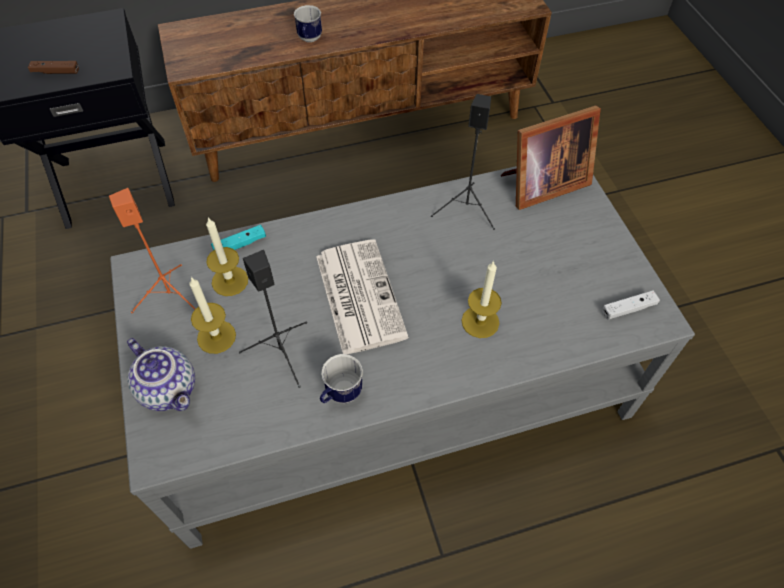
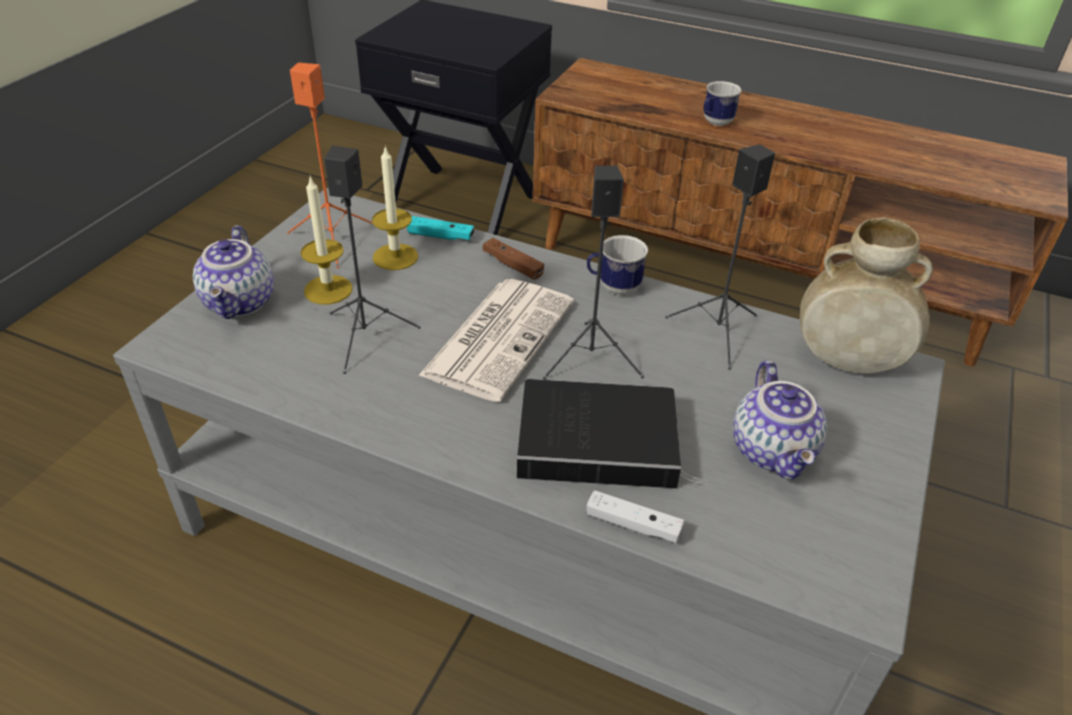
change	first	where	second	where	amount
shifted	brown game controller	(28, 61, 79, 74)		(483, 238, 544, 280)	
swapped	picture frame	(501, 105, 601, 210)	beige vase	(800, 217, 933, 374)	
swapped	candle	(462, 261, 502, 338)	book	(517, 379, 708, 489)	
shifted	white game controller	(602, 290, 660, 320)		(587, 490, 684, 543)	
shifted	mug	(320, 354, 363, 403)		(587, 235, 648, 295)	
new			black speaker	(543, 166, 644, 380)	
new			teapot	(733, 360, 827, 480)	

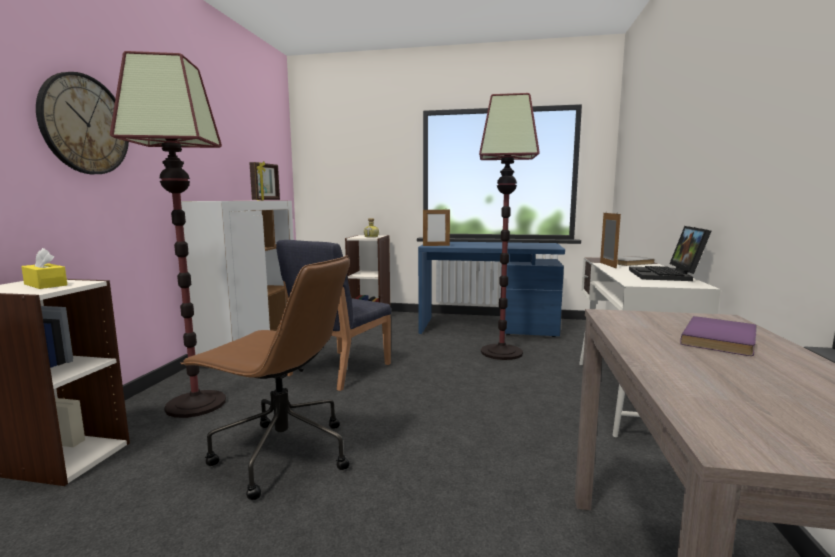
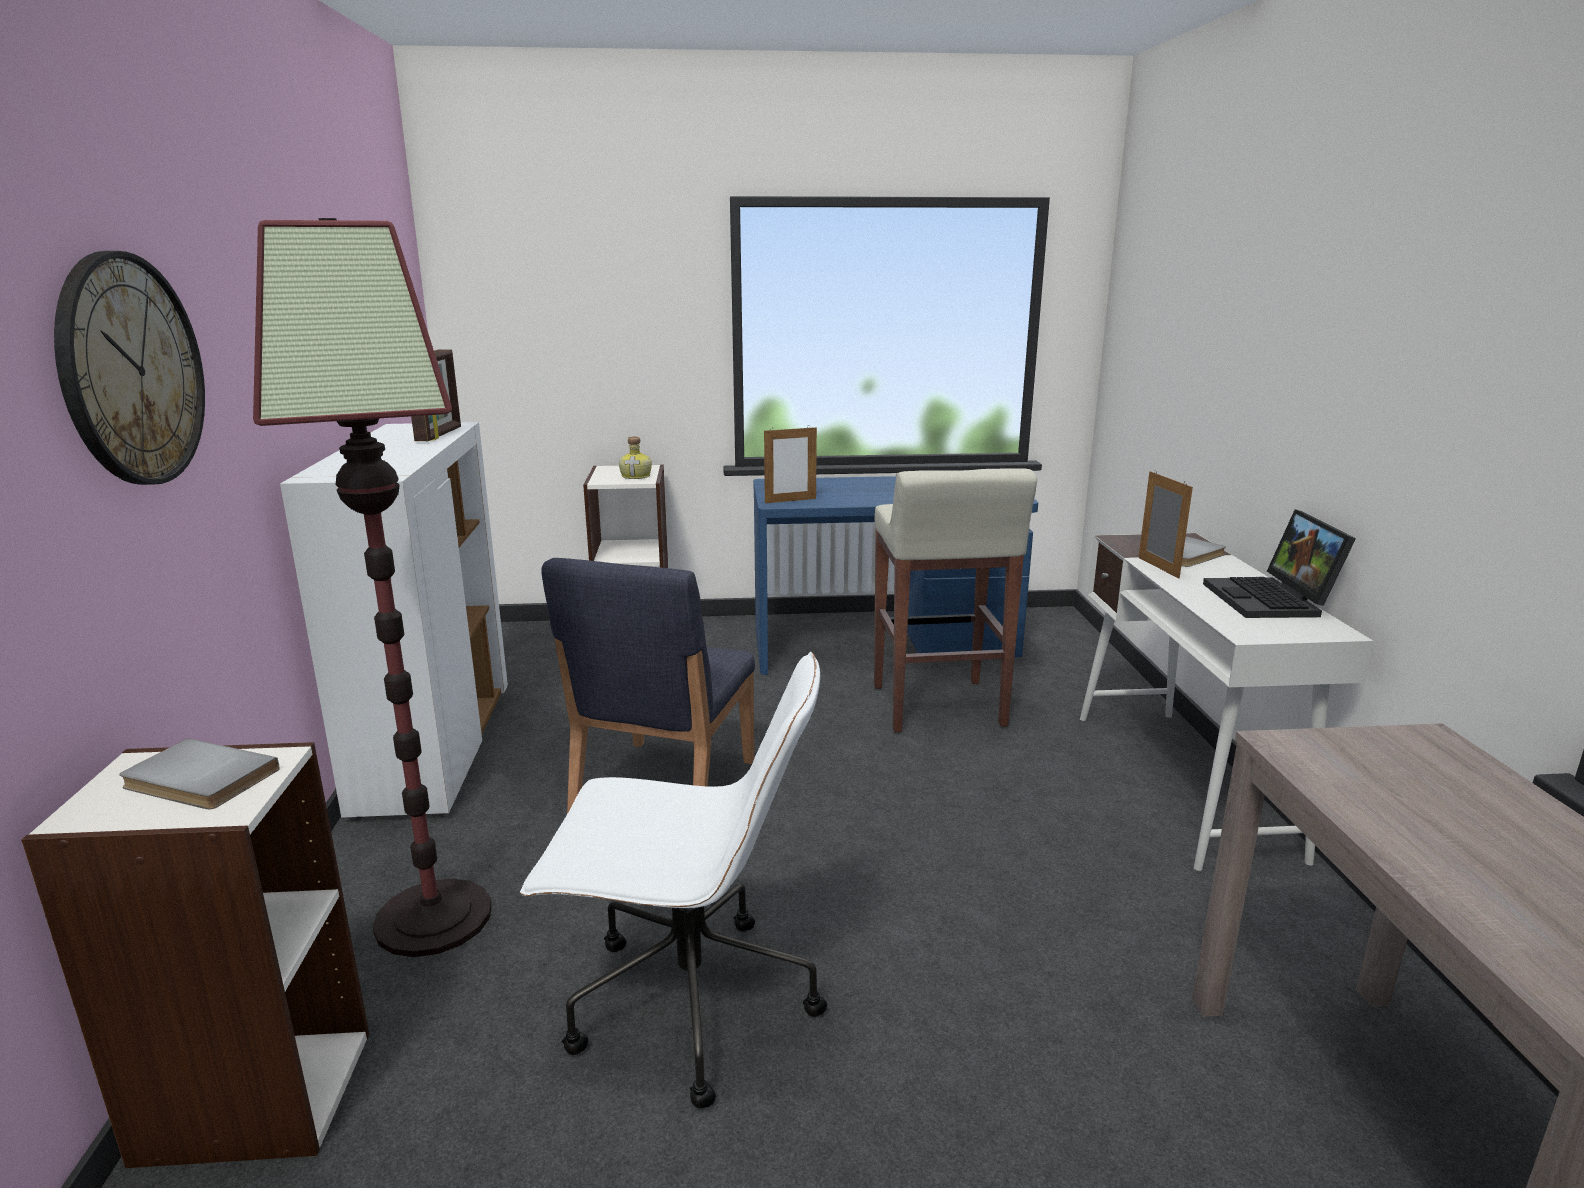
change	first	where	second	where	amount
swapped	floor lamp	(479, 93, 540, 360)	beige stool	(874, 468, 1037, 732)	
swapped	yellow tissue box	(21, 248, 67, 289)	grey book	(119, 738, 280, 809)	
repainted	brown office chair	(181, 255, 350, 500)	white office chair	(520, 652, 827, 1108)	
gone	purple book	(680, 316, 757, 356)			

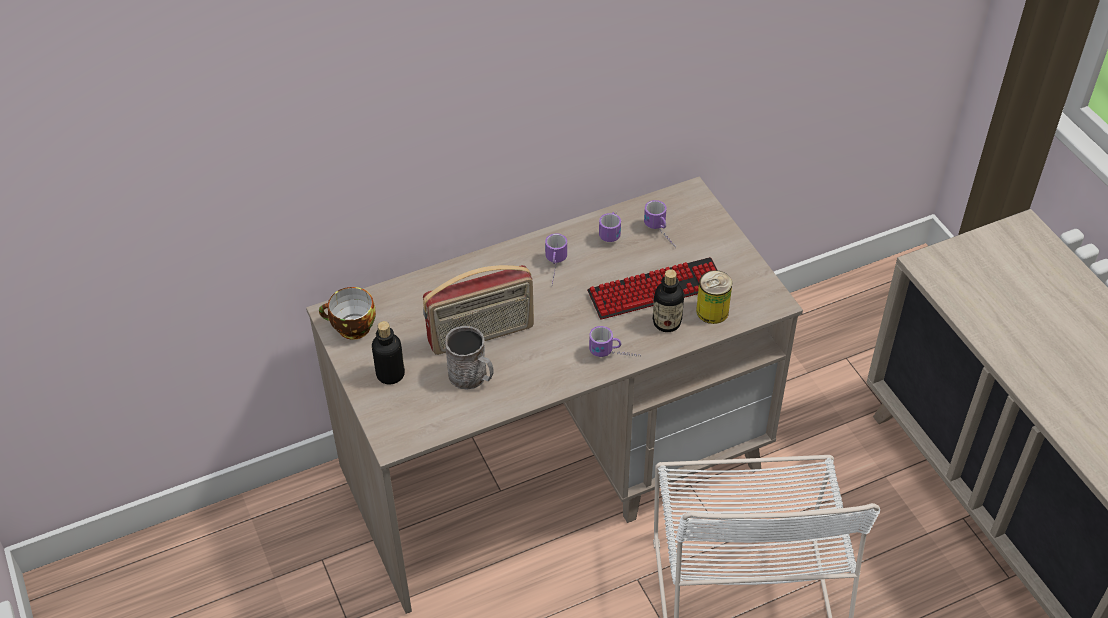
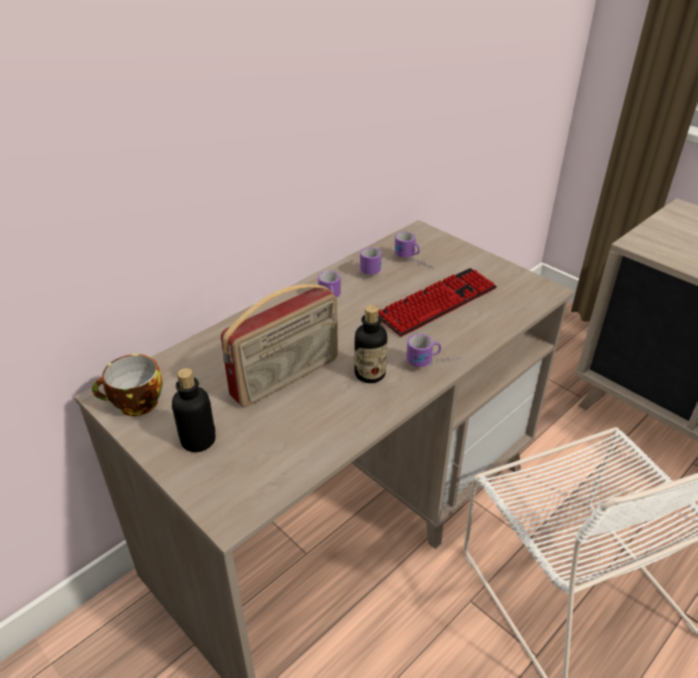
change	first	where	second	where	amount
shifted	bottle	(653, 269, 684, 332)		(354, 305, 387, 383)	
gone	can	(696, 270, 732, 324)			
gone	grey mug	(445, 326, 494, 390)			

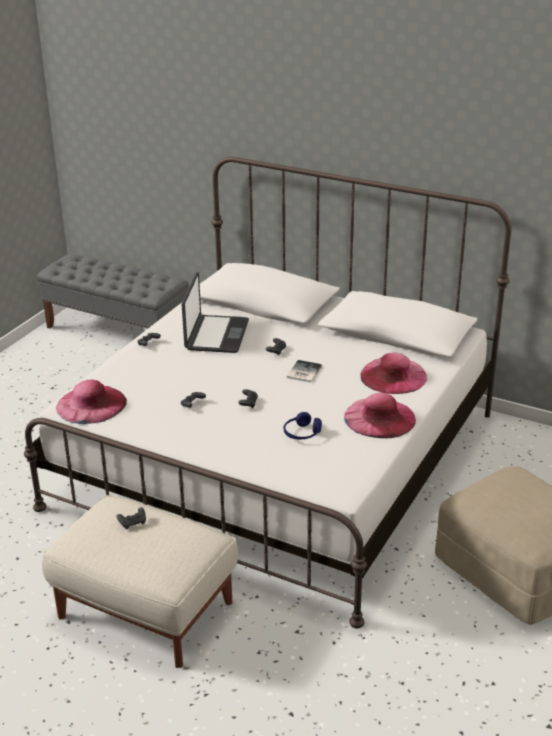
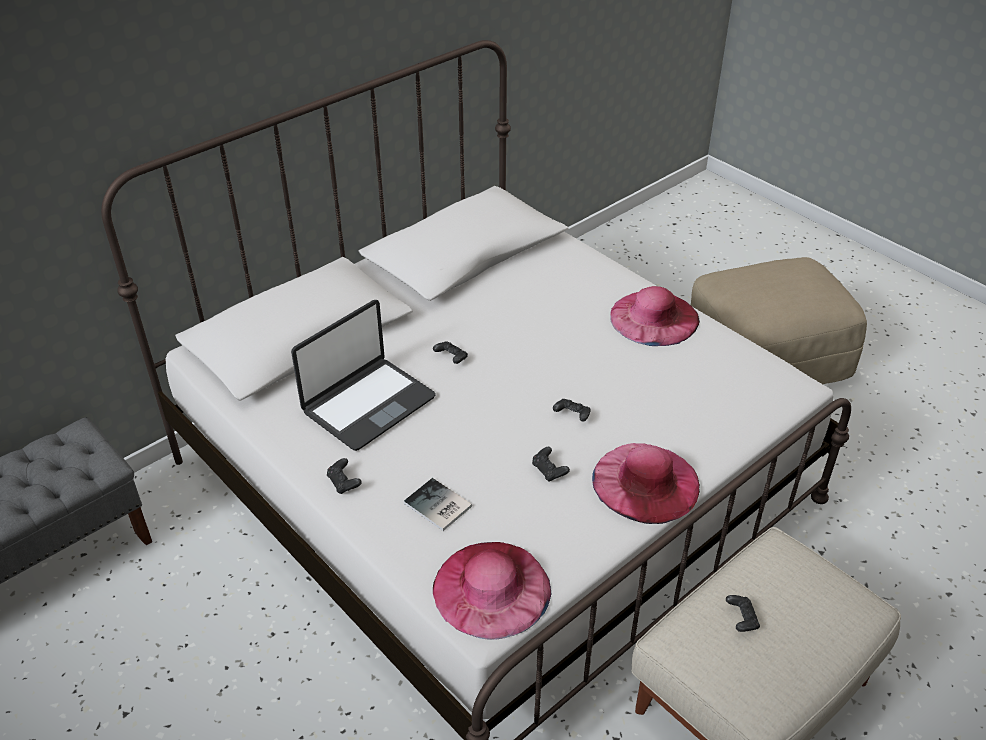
change	first	where	second	where	amount
rotated	laptop	(182, 272, 249, 353)		(291, 300, 436, 451)	105 degrees clockwise
shifted	pink hat	(361, 352, 427, 394)		(592, 443, 700, 524)	
shifted	book	(287, 360, 322, 383)		(404, 478, 472, 531)	
gone	blue headphones	(284, 412, 322, 439)			

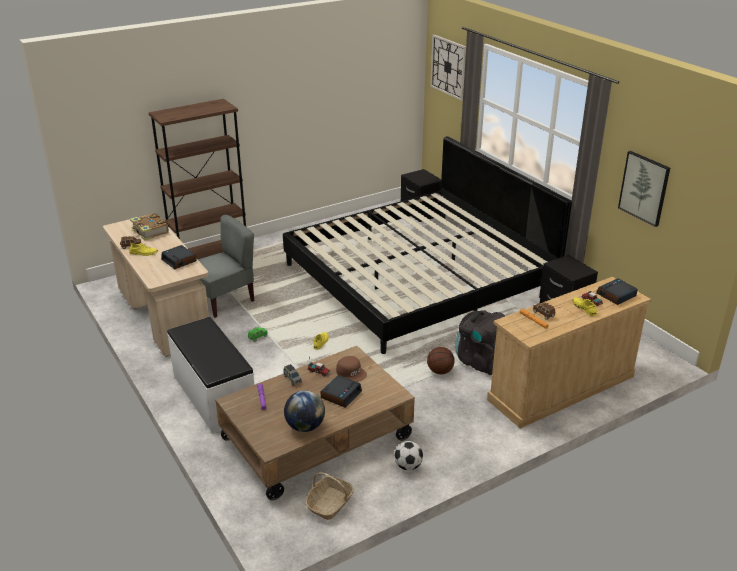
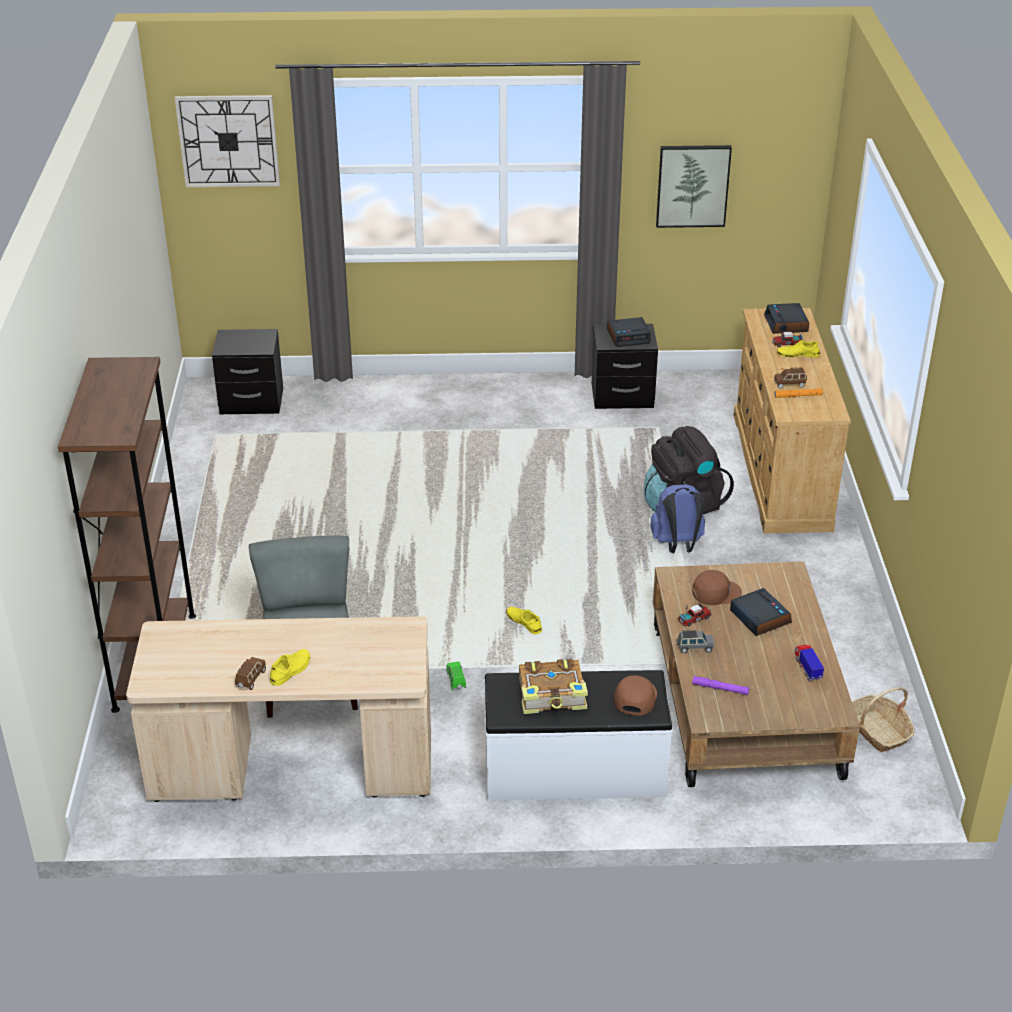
change	first	where	second	where	amount
gone	bed	(283, 136, 572, 354)			
shifted	book	(130, 213, 169, 241)		(519, 658, 588, 714)	
shifted	alarm clock	(161, 245, 197, 269)		(607, 317, 651, 347)	
swapped	basketball	(427, 347, 455, 374)	blue backpack	(650, 484, 705, 553)	
swapped	globe	(284, 390, 325, 432)	toy truck	(795, 644, 824, 681)	
gone	football	(394, 441, 423, 471)			
new			brown cap	(614, 675, 657, 716)	

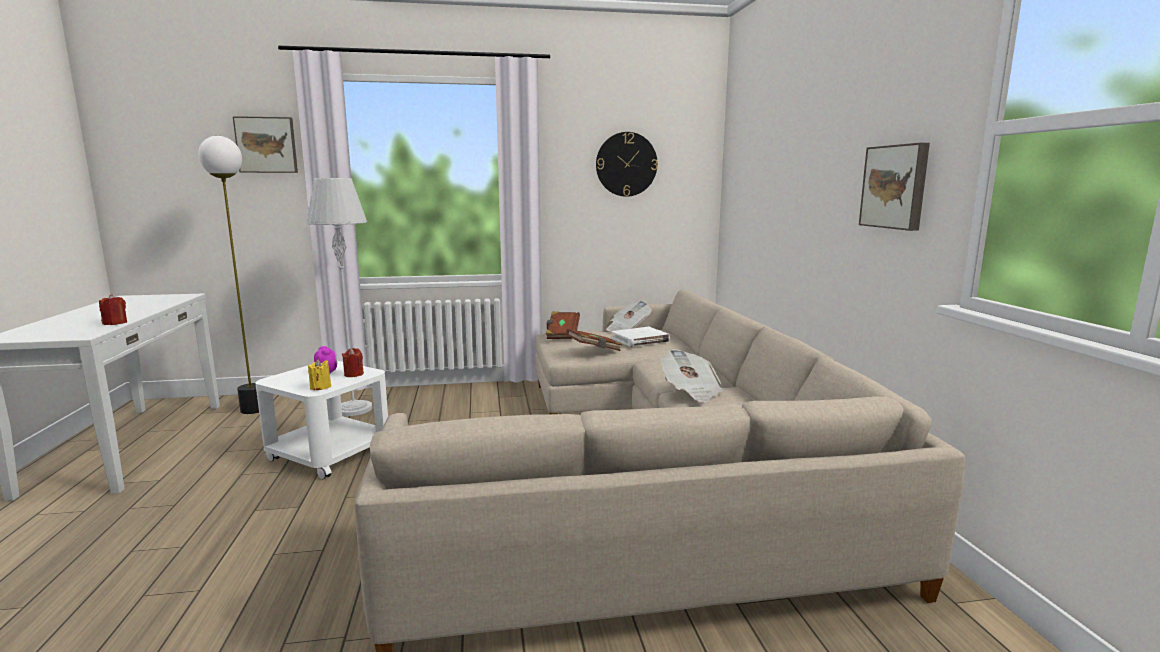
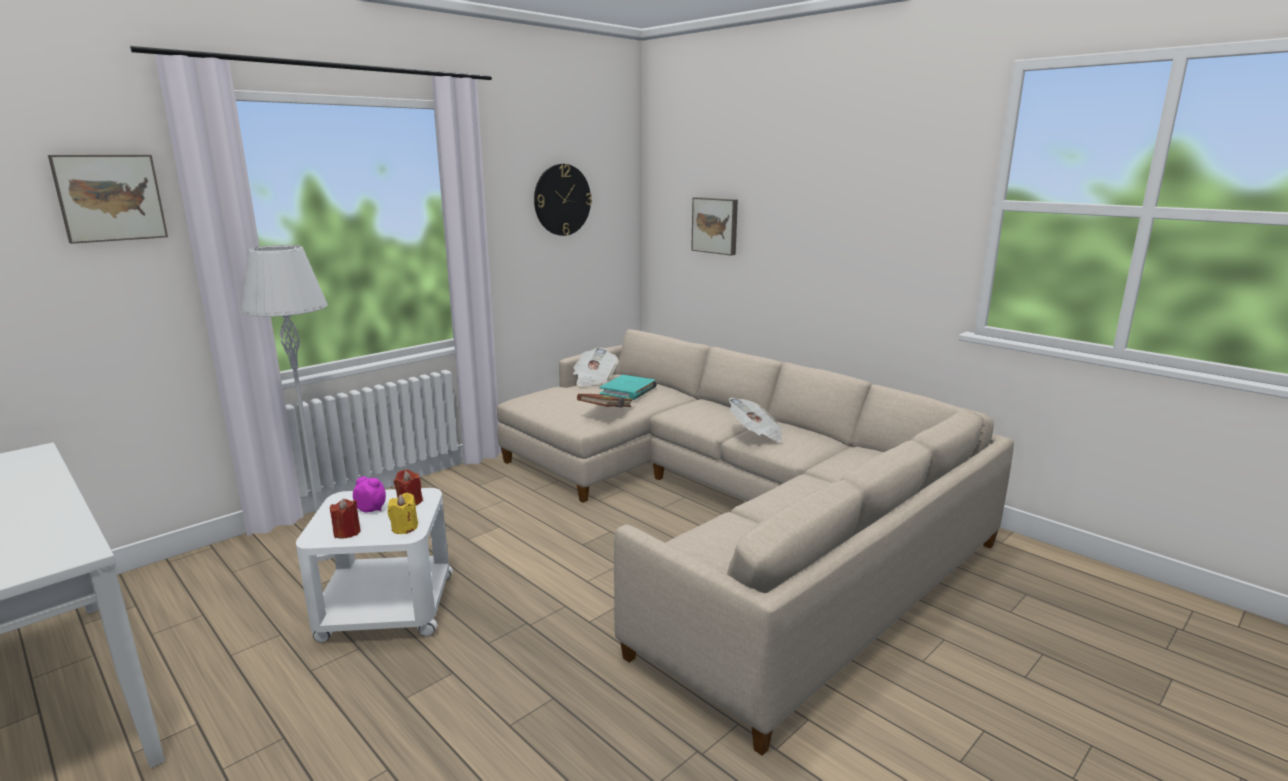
change	first	where	second	where	amount
gone	floor lamp	(198, 136, 259, 414)			
shifted	picture	(859, 143, 930, 231)		(691, 197, 738, 255)	
shifted	red candle	(99, 294, 127, 325)		(330, 498, 361, 538)	
gone	brown book	(546, 311, 580, 339)			
repainted	white book	(611, 327, 670, 347)	turquoise book	(600, 375, 657, 400)	

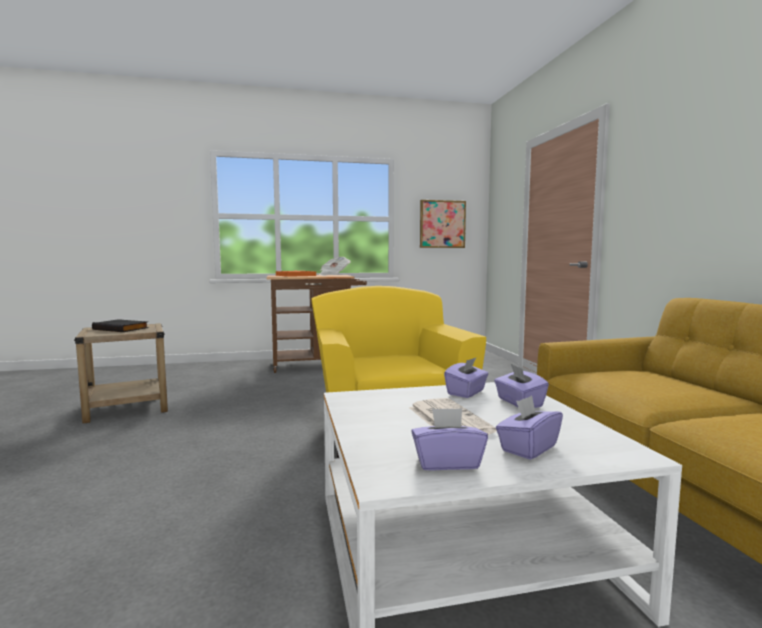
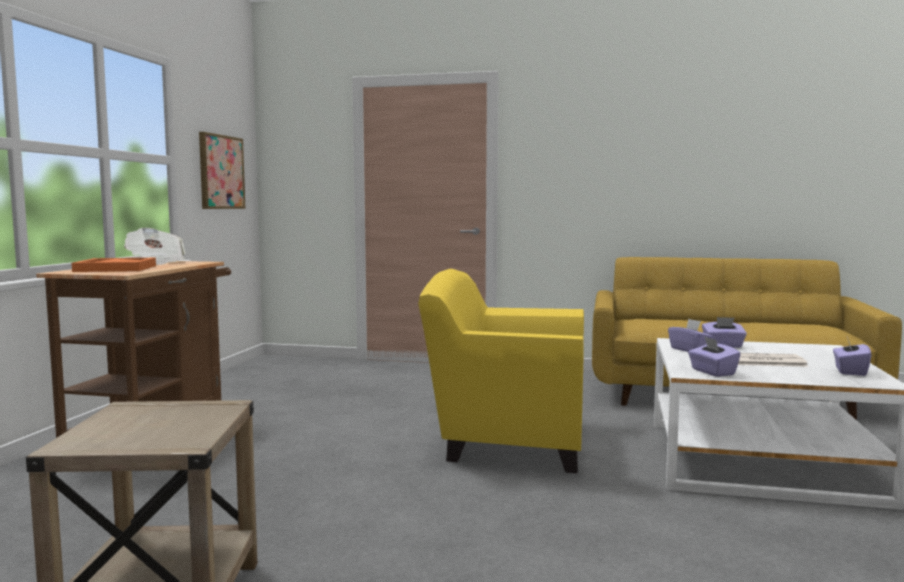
change	first	where	second	where	amount
gone	black book	(92, 319, 149, 332)			
shifted	purple tissue box	(496, 395, 563, 460)		(688, 336, 741, 377)	

